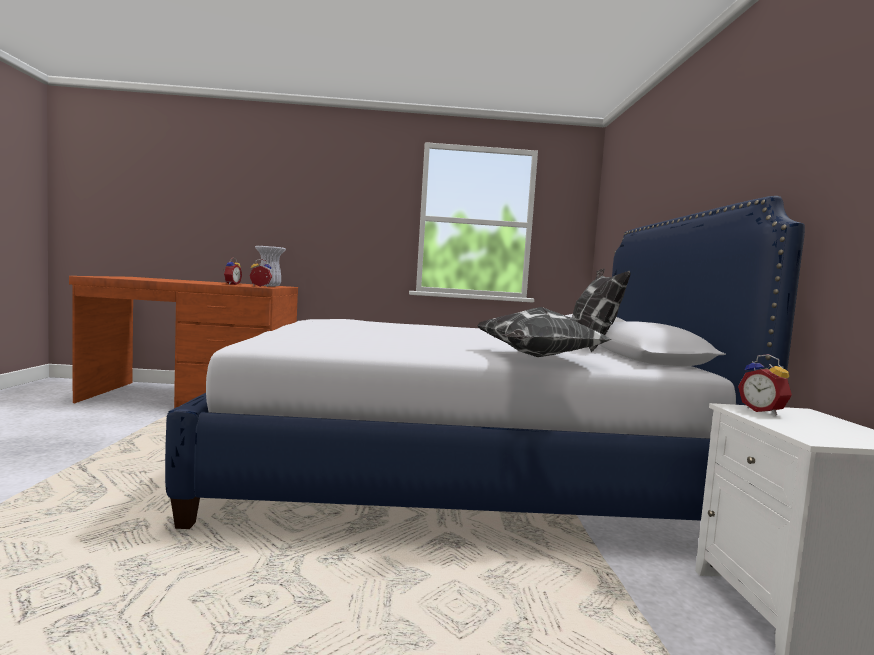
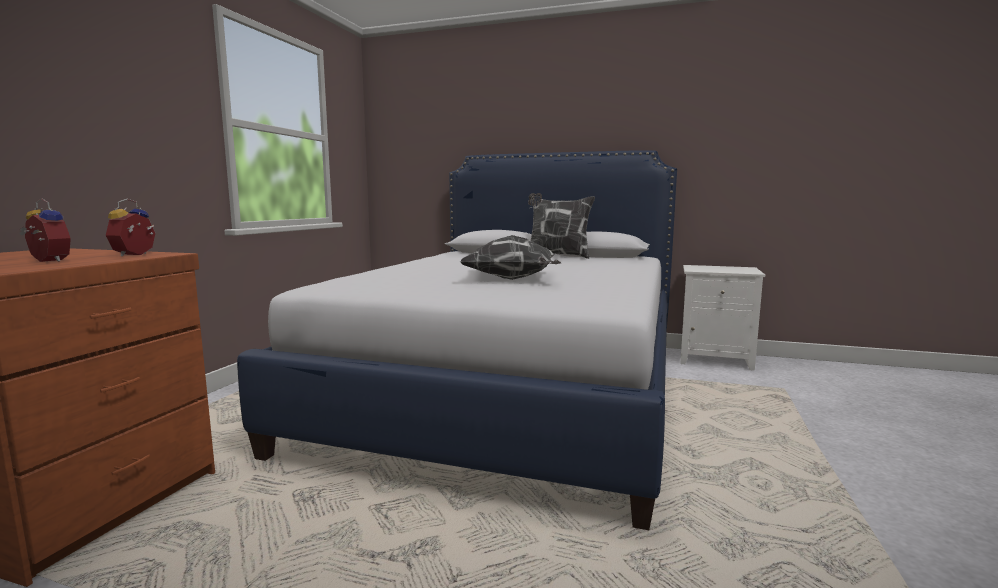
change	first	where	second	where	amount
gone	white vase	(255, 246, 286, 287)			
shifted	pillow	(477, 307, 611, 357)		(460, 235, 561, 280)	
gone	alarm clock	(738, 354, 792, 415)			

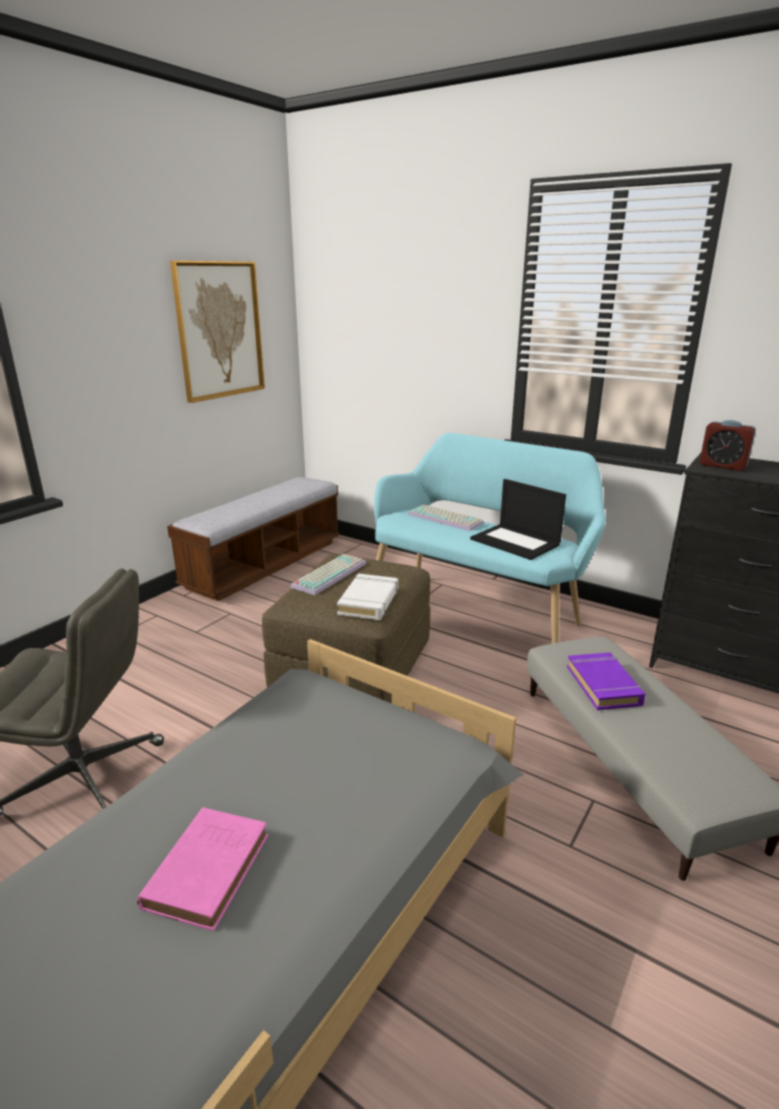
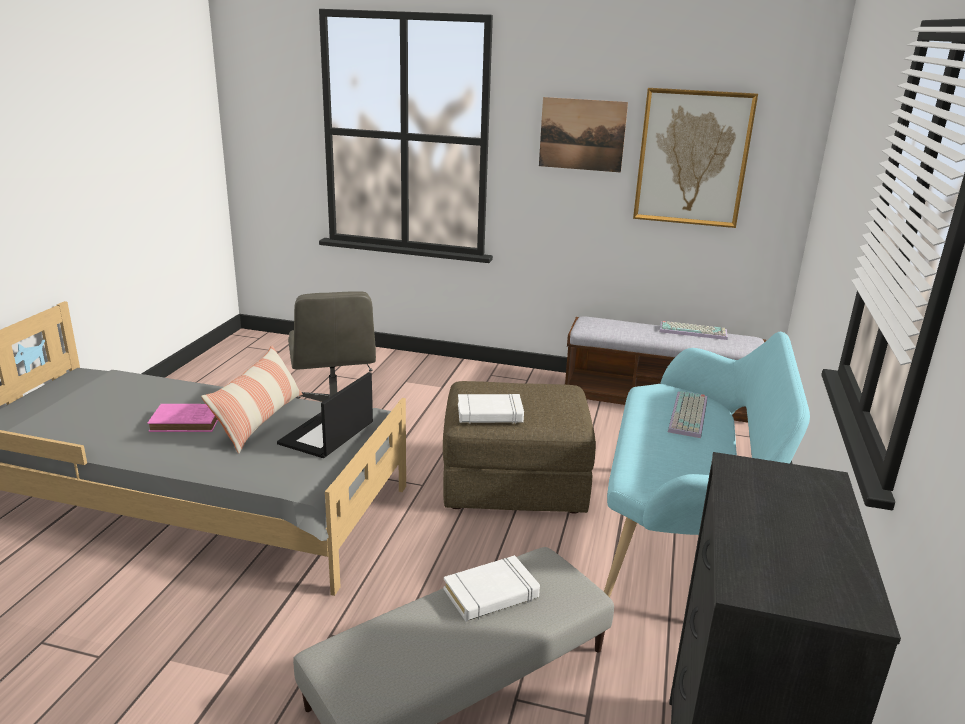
change	first	where	second	where	amount
gone	alarm clock	(699, 420, 756, 471)			
shifted	laptop	(470, 479, 566, 560)		(277, 372, 373, 458)	
shifted	keyboard	(291, 554, 366, 595)		(659, 321, 728, 340)	
repainted	purple book	(567, 652, 646, 710)	white book	(444, 555, 540, 622)	
new			picture	(539, 97, 628, 173)	
new			pillow	(201, 346, 303, 454)	

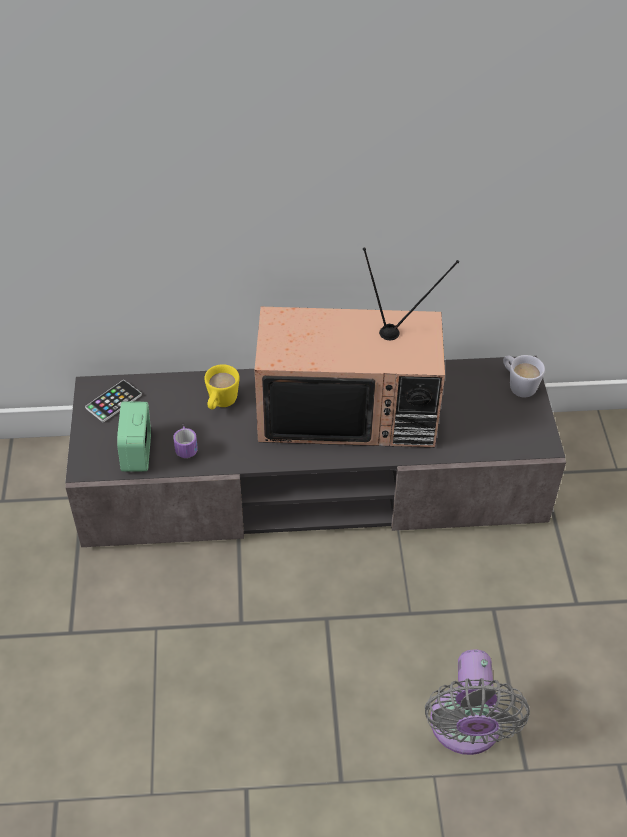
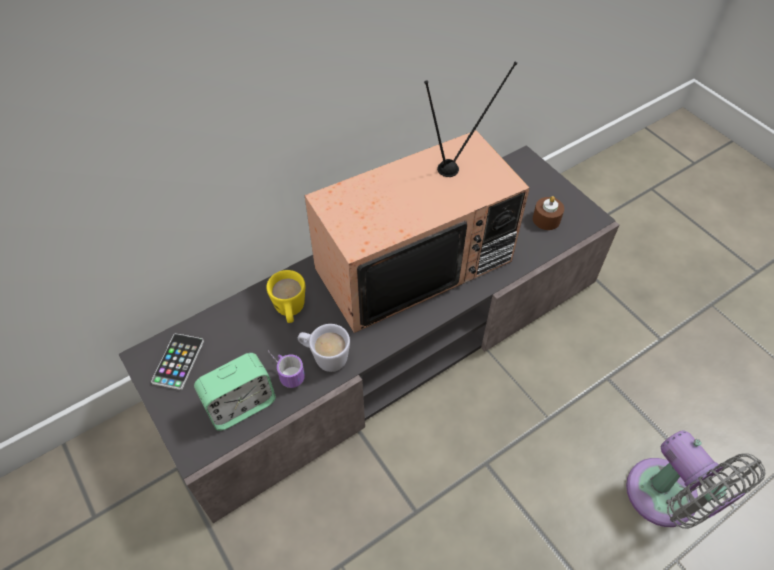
change	first	where	second	where	amount
shifted	white mug	(503, 355, 545, 397)		(298, 324, 350, 372)	
rotated	alarm clock	(117, 401, 151, 472)		(194, 353, 276, 431)	90 degrees counterclockwise
new			brown candle	(533, 196, 564, 230)	

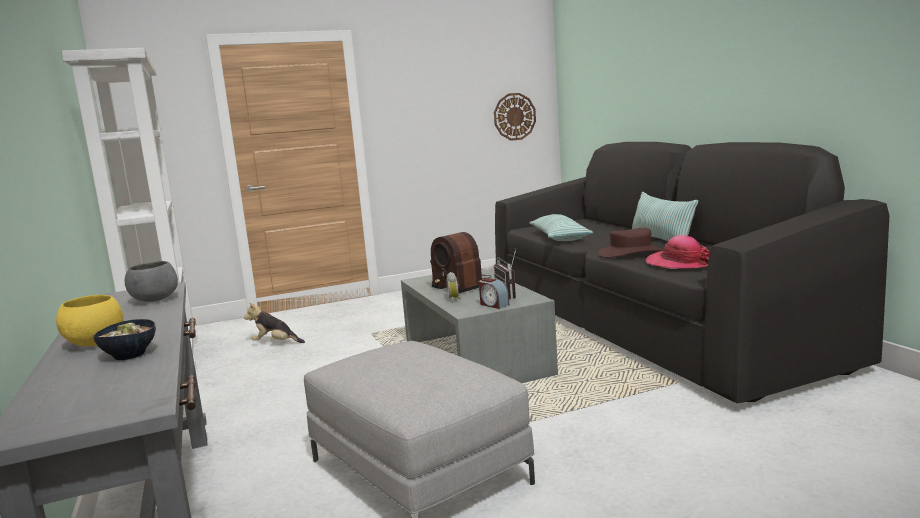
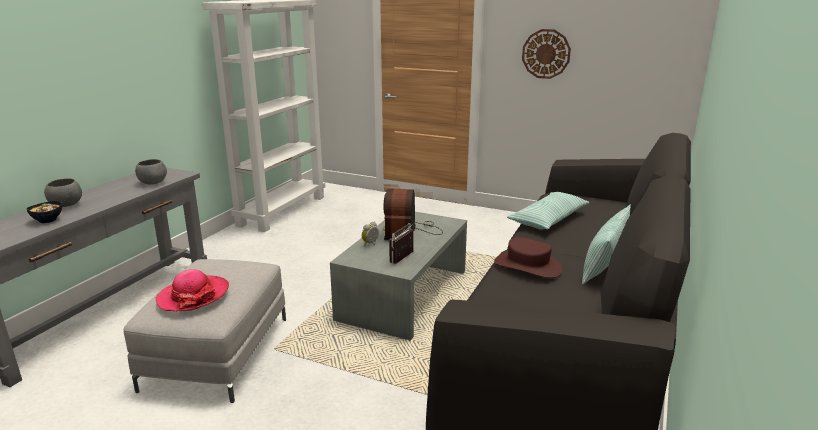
change	first	where	second	where	amount
shifted	wall clock	(494, 93, 536, 141)		(522, 29, 571, 79)	
shifted	hat	(646, 235, 709, 269)		(156, 269, 229, 311)	
gone	alarm clock	(479, 278, 509, 309)			
repainted	yellow bowl	(56, 295, 124, 347)	grey bowl	(44, 178, 82, 207)	
gone	plush toy	(244, 303, 305, 343)			

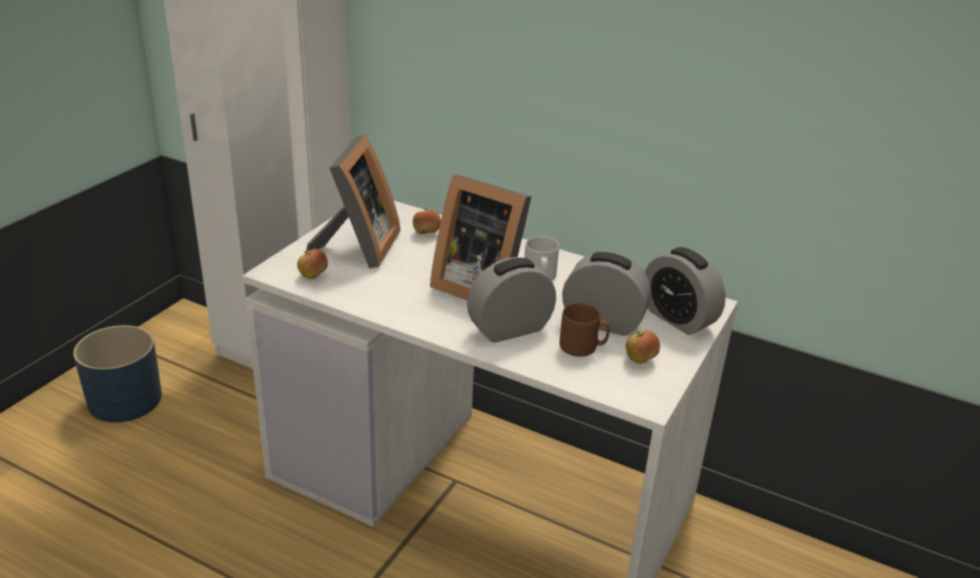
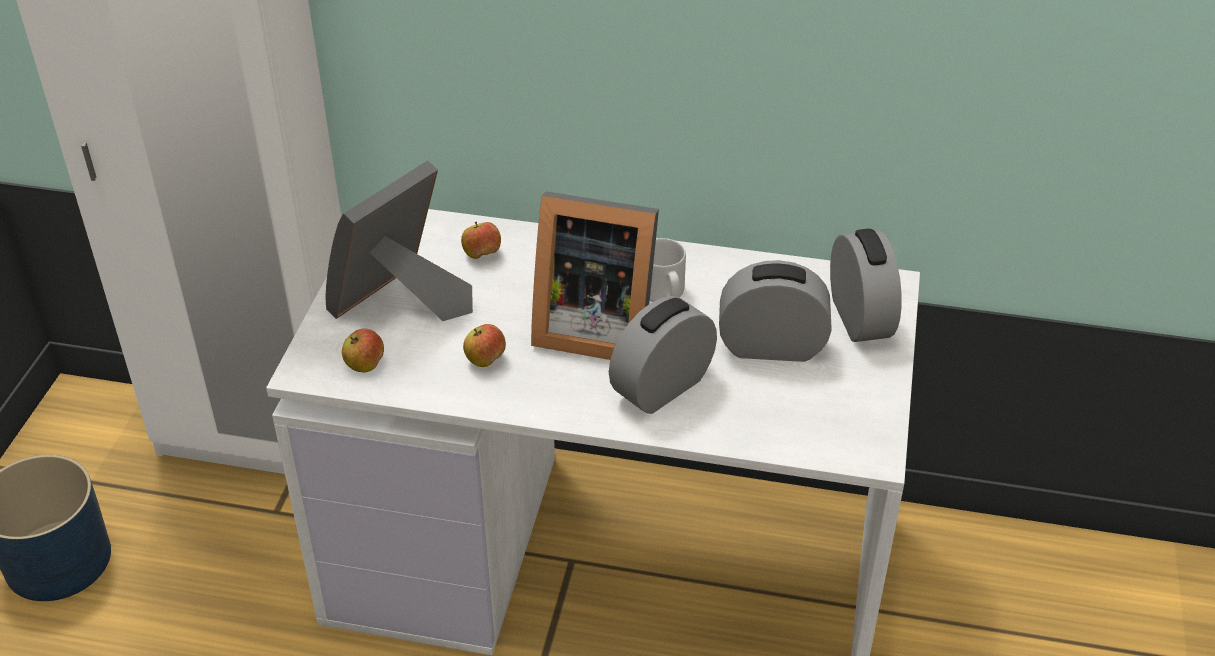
change	first	where	second	where	amount
rotated	picture frame	(306, 135, 401, 269)		(326, 160, 473, 321)	135 degrees counterclockwise
rotated	alarm clock	(645, 247, 726, 335)		(830, 229, 902, 342)	135 degrees counterclockwise
gone	brown mug	(559, 303, 610, 357)			
shifted	apple	(626, 331, 660, 364)		(463, 324, 506, 367)	

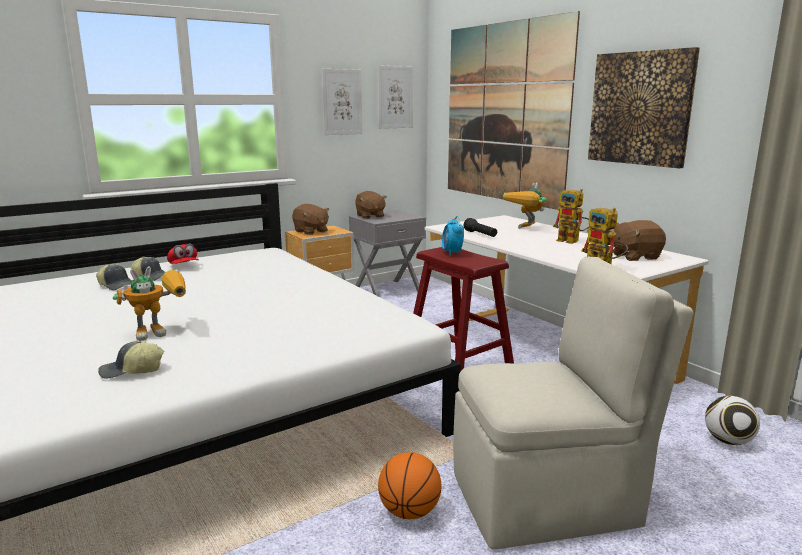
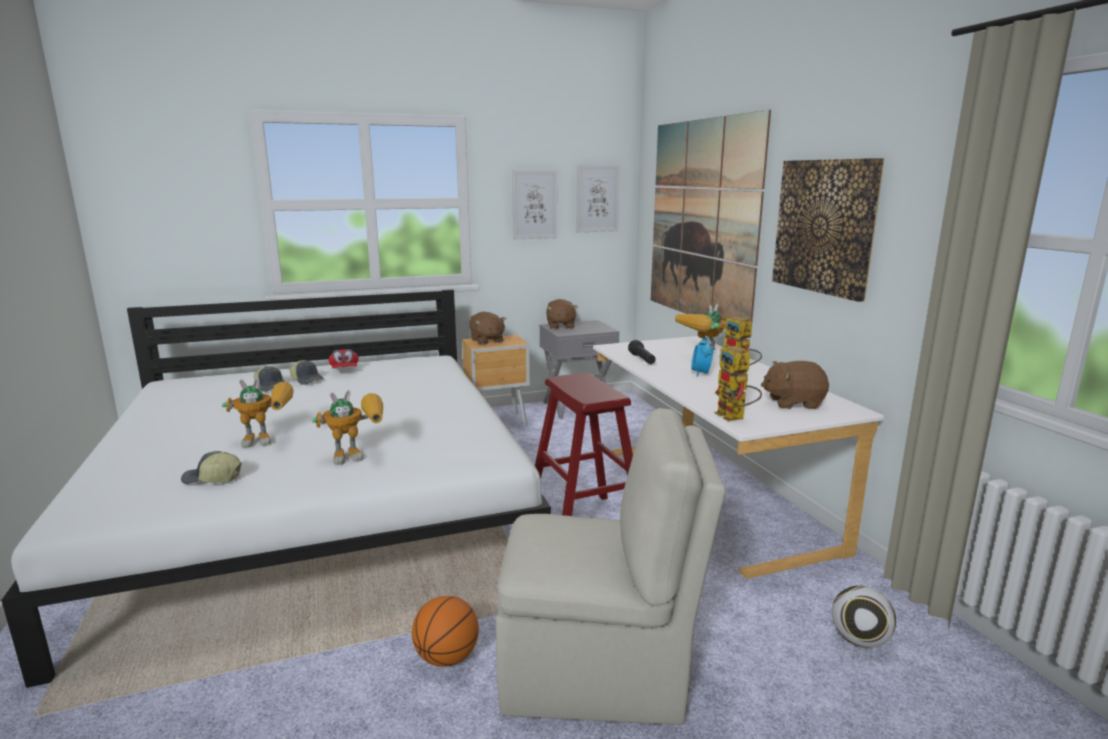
change	first	where	second	where	amount
shifted	alarm clock	(442, 216, 464, 256)		(691, 337, 713, 377)	
new			toy robot	(312, 390, 383, 465)	

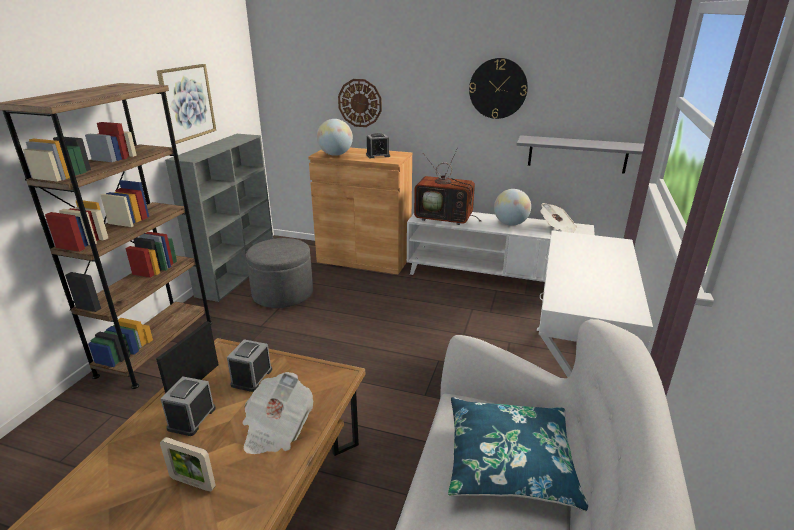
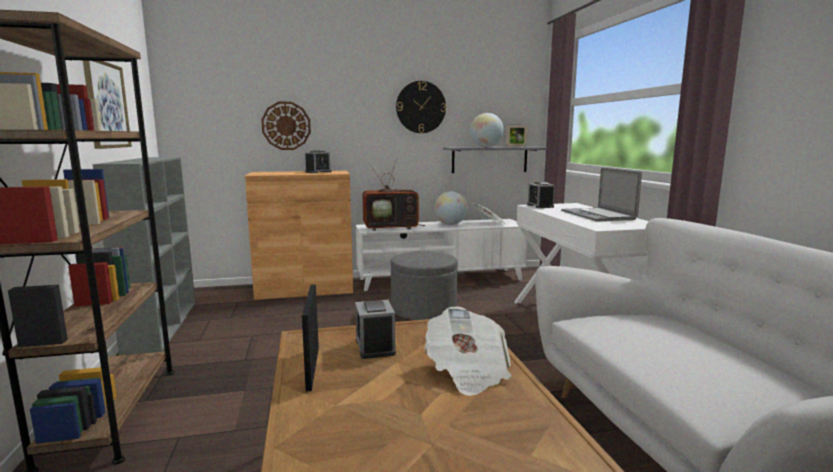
change	first	where	second	where	amount
shifted	globe	(317, 119, 353, 156)		(470, 113, 504, 147)	
shifted	grey ottoman	(246, 238, 313, 308)		(391, 251, 458, 320)	
shifted	alarm clock	(161, 376, 216, 436)		(527, 182, 555, 208)	
gone	blue pillow	(448, 397, 588, 511)			
shifted	picture frame	(160, 437, 216, 492)		(506, 125, 528, 147)	
new			laptop	(561, 167, 642, 221)	

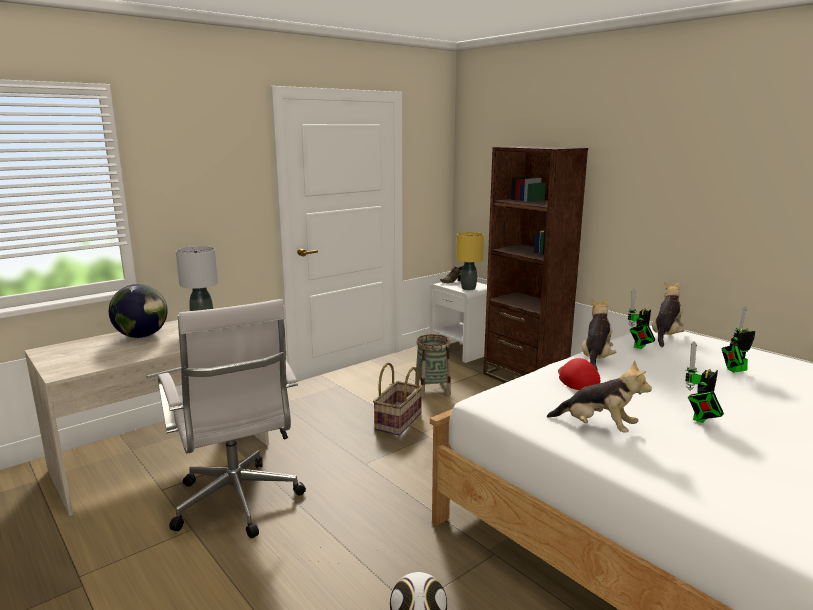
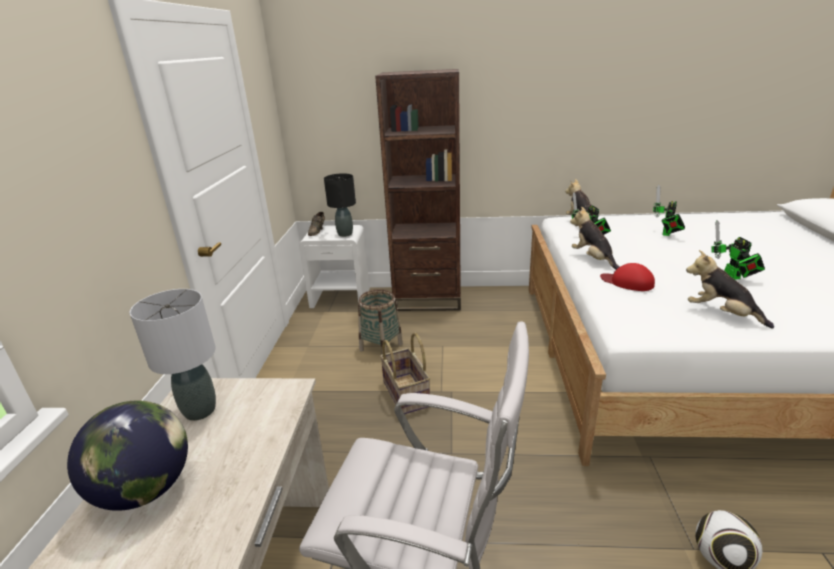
change	first	where	second	where	amount
repainted	yellow table lamp	(456, 232, 484, 290)	black table lamp	(324, 173, 356, 237)	
rotated	plush toy	(547, 360, 652, 433)		(686, 250, 774, 328)	120 degrees counterclockwise

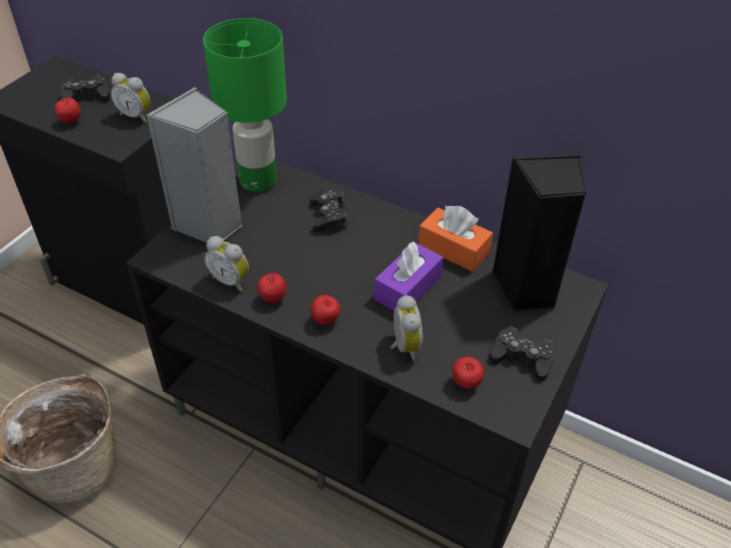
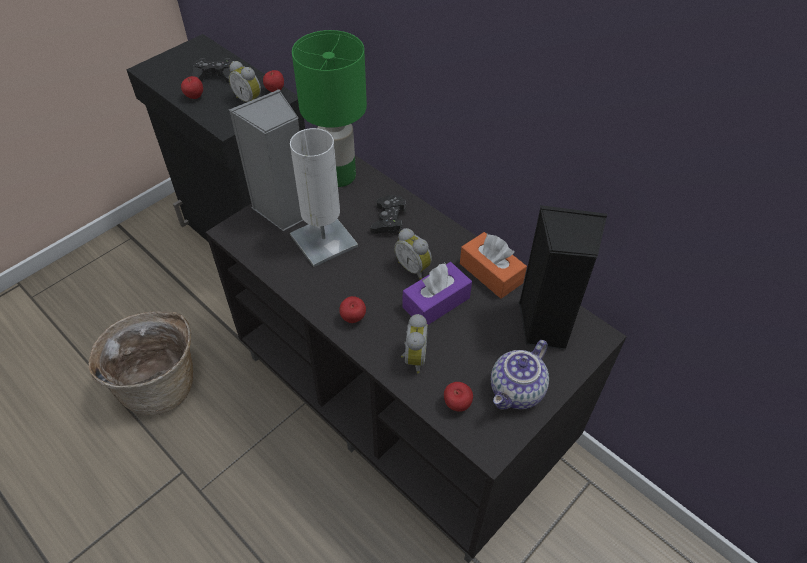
change	first	where	second	where	amount
shifted	alarm clock	(204, 236, 249, 292)		(394, 228, 432, 280)	
shifted	apple	(257, 273, 286, 303)		(263, 70, 284, 92)	
swapped	black game controller	(490, 327, 556, 382)	teapot	(491, 340, 549, 410)	
new			white table lamp	(290, 128, 358, 267)	

